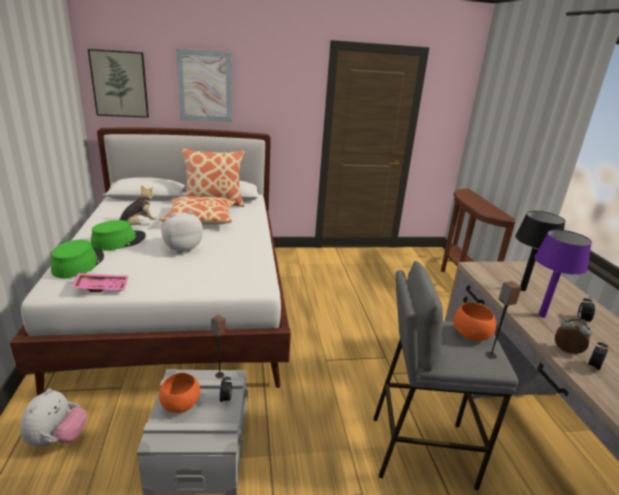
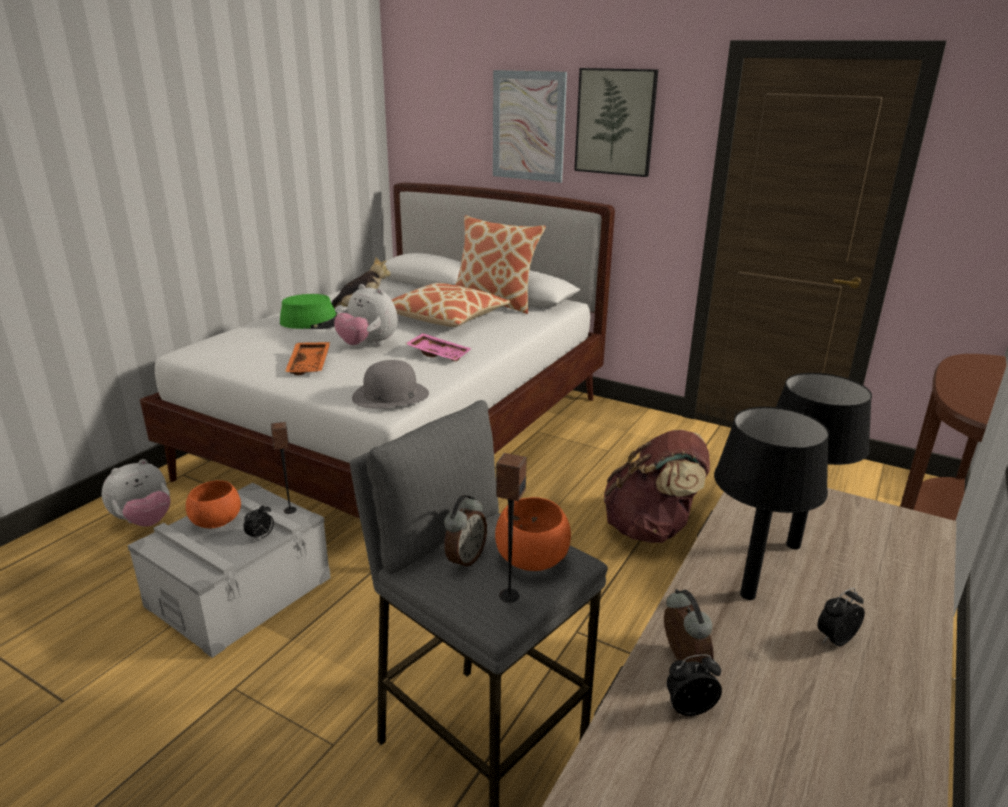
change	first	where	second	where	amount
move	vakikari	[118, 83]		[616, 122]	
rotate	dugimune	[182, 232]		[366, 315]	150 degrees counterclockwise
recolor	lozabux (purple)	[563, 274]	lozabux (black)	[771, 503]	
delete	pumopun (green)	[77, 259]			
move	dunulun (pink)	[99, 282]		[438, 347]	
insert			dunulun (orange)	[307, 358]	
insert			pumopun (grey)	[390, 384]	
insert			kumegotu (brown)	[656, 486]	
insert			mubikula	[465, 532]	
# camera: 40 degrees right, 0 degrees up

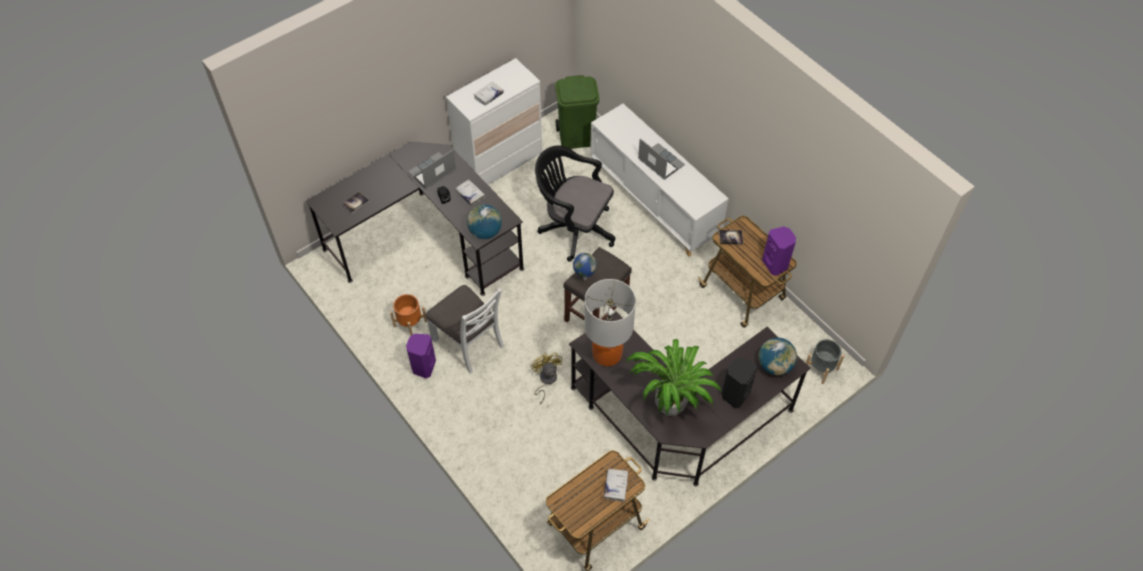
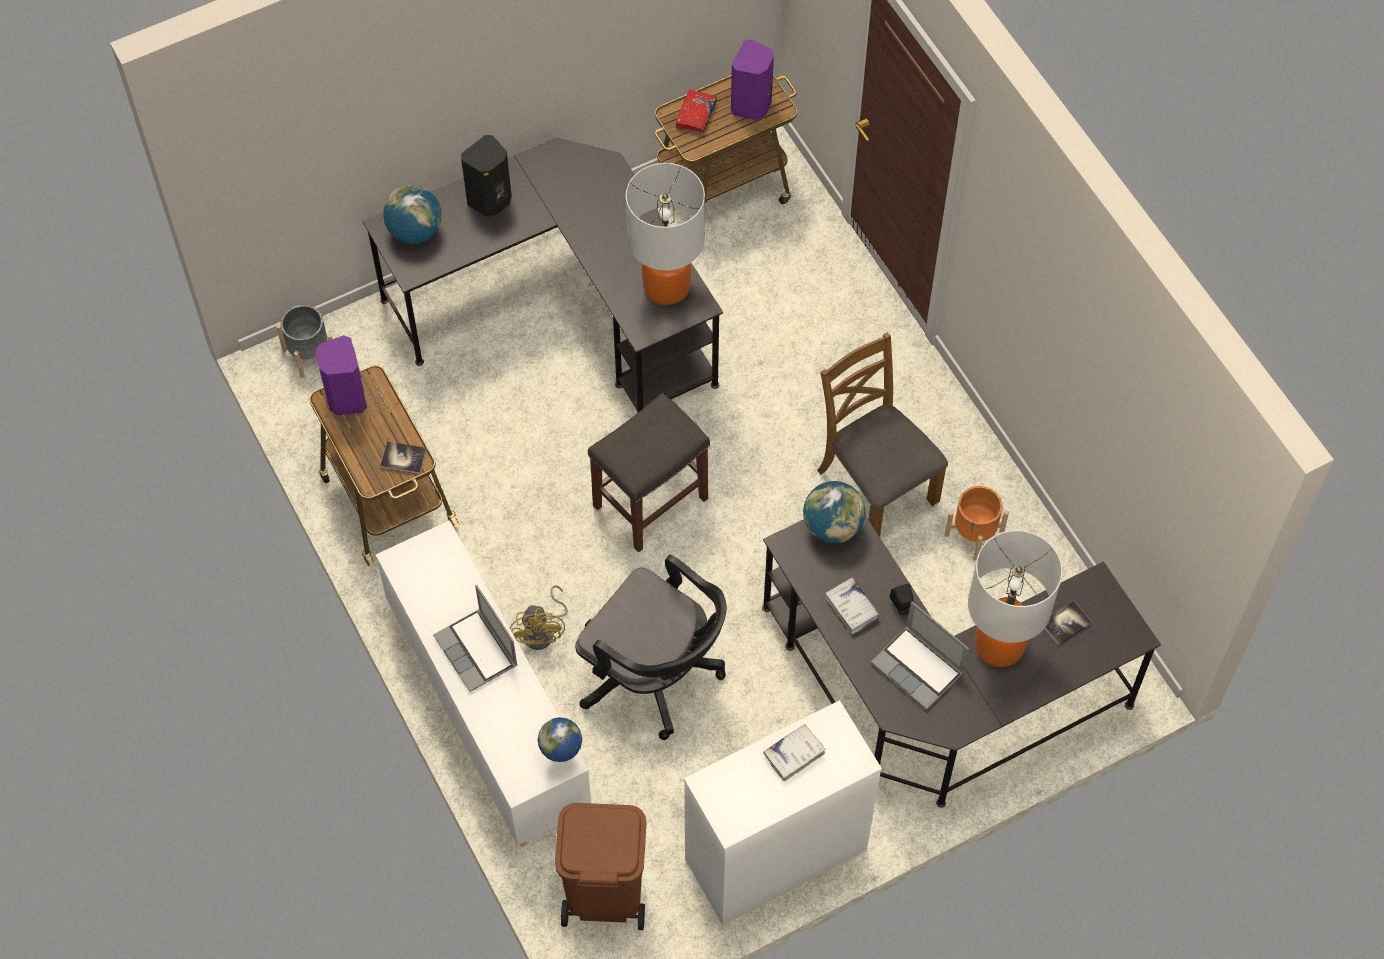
change	first	where	second	where	amount
recolor	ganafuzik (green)	[577, 112]	ganafuzik (brown)	[600, 866]	
rotate	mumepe	[432, 169]		[920, 656]	75 degrees clockwise
move	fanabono	[585, 266]		[560, 739]	
recolor	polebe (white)	[465, 329]	polebe (brown)	[882, 435]	
move	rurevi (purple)	[421, 356]		[752, 79]	
delete	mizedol	[674, 377]			
move	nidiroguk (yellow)	[546, 378]		[539, 617]	
recolor	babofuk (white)	[616, 485]	babofuk (red)	[696, 111]	
insert			lozabux	[1015, 598]	
# camera: 170 degrees left, 5 degrees up

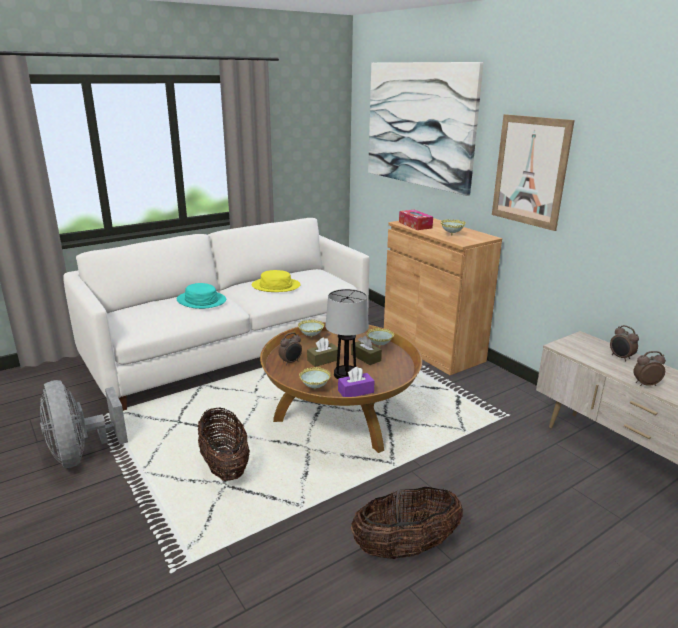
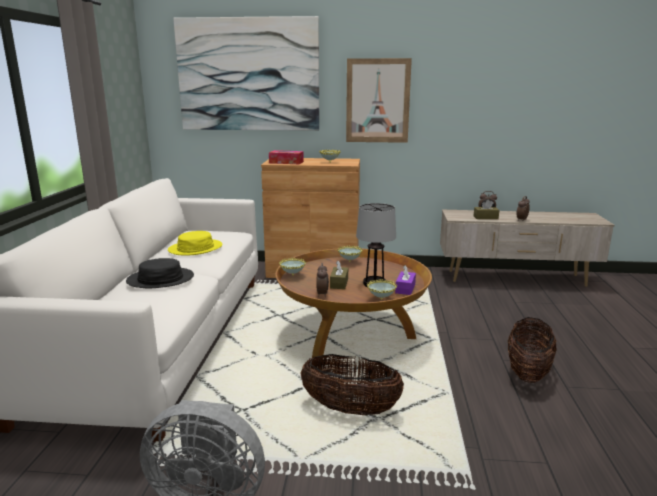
change	first	where	second	where	amount
recolor	pumopun (turquoise)	[201, 296]	pumopun (black)	[160, 273]	
move	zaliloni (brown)	[366, 350]		[486, 209]	
# camera: 50 degrees left, 5 degrees down

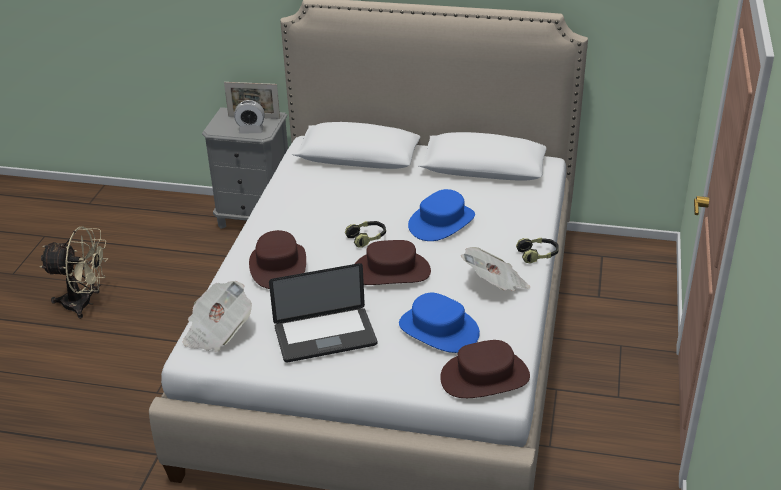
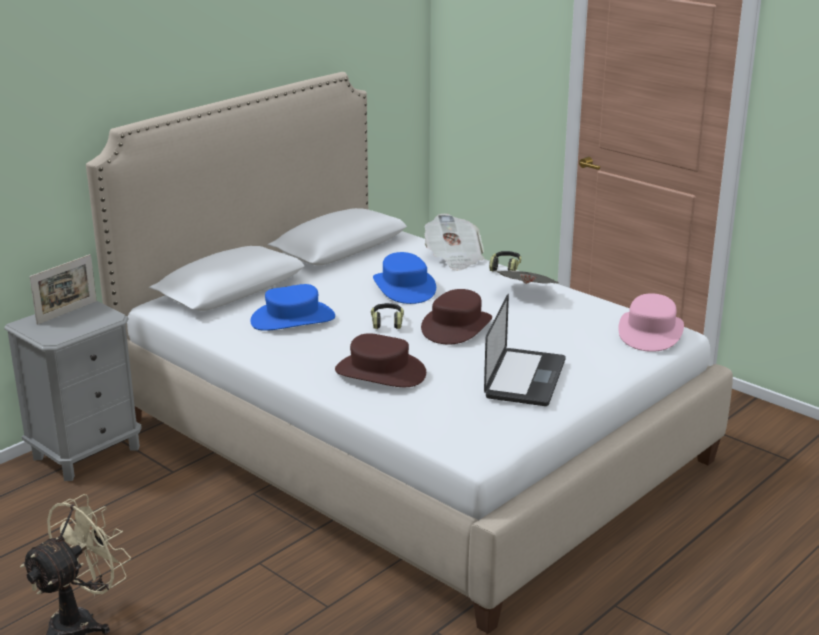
change	first	where	second	where	amount
delete	mubikula	[249, 117]			
move	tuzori	[217, 316]		[454, 242]	
move	pumopun (blue)	[439, 323]		[292, 307]	
recolor	pumopun (brown)	[485, 369]	pumopun (pink)	[651, 322]	
# camera: 60 degrees left, 10 degrees down

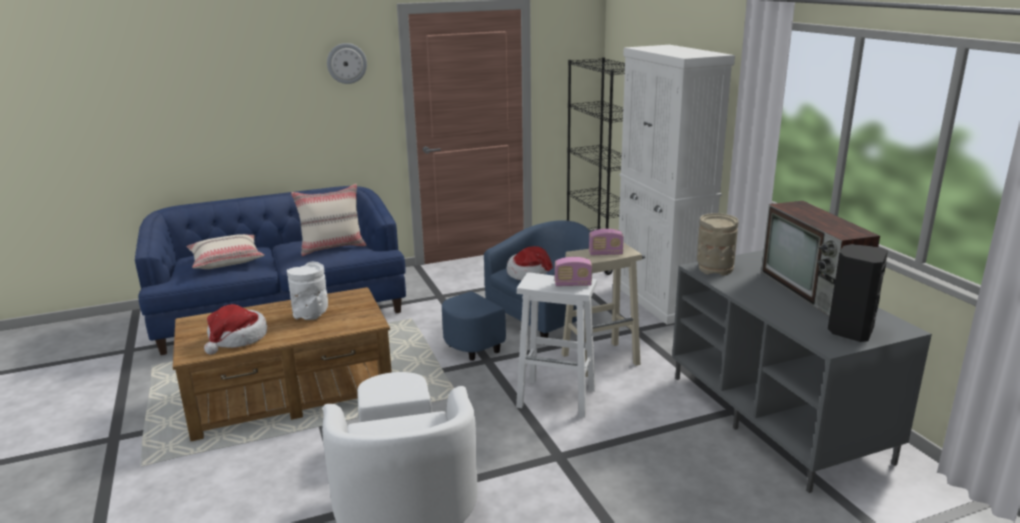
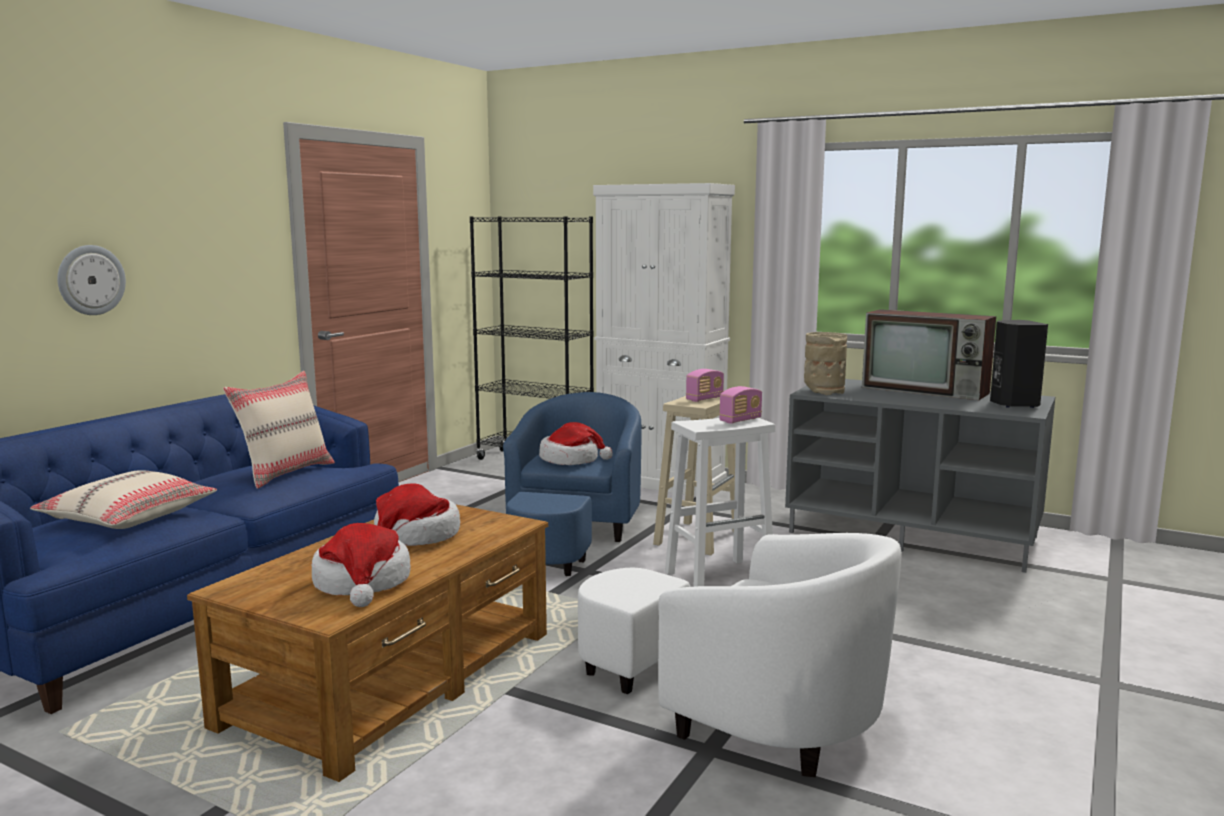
change	first	where	second	where	amount
move	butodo	[347, 63]		[91, 280]	
replace	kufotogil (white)	[307, 291]	pumopun	[417, 514]	
# camera: 40 degrees left, 10 degrees down

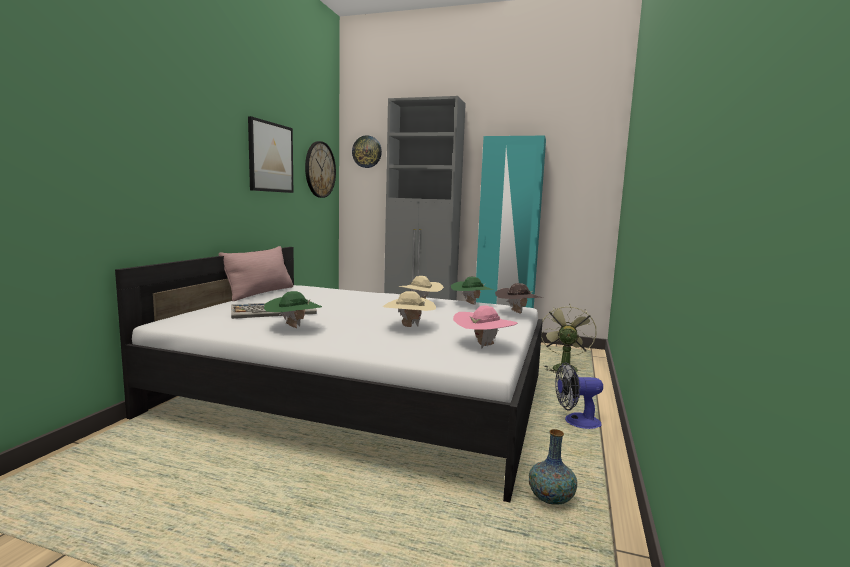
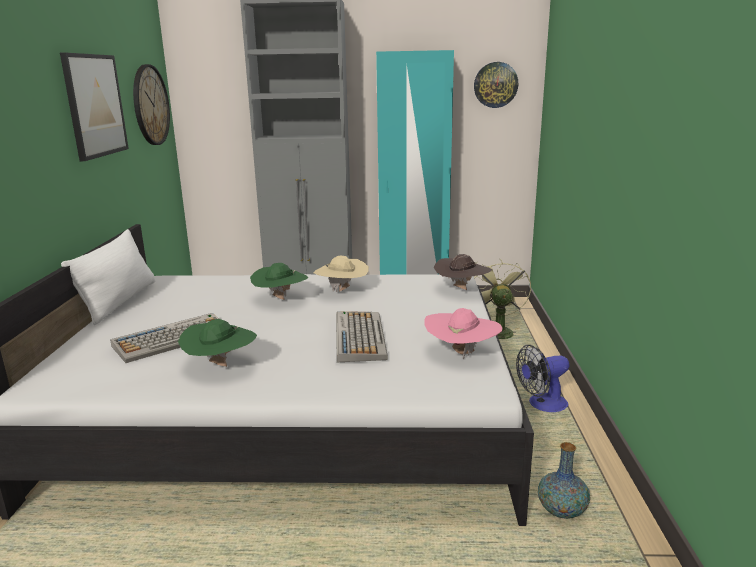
change	first	where	second	where	amount
move	butodo	[367, 151]		[496, 85]	
recolor	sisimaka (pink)	[256, 273]	sisimaka (white)	[108, 277]	
move	pumopun (green)	[472, 291]		[279, 281]	
replace	pumopun (beige)	[409, 309]	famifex	[362, 336]	
# camera: 15 degrees left, 10 degrees up

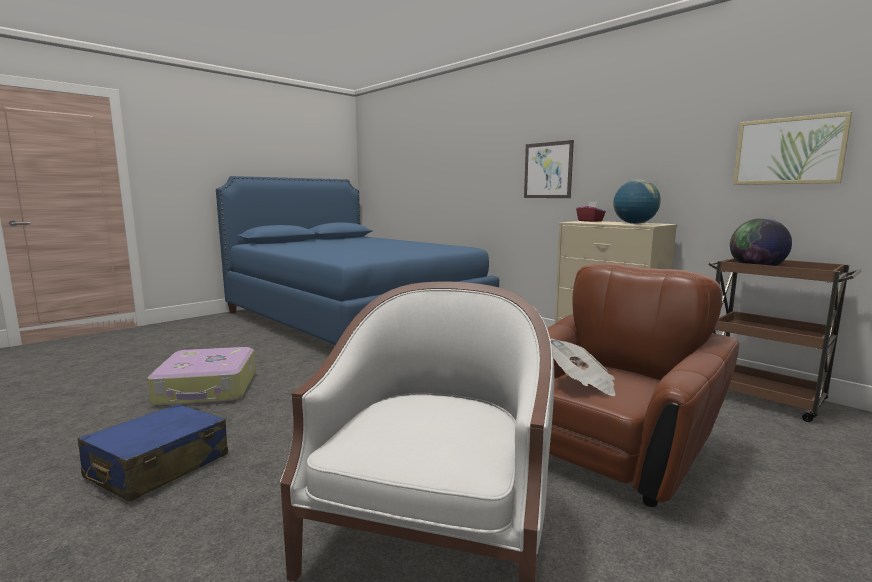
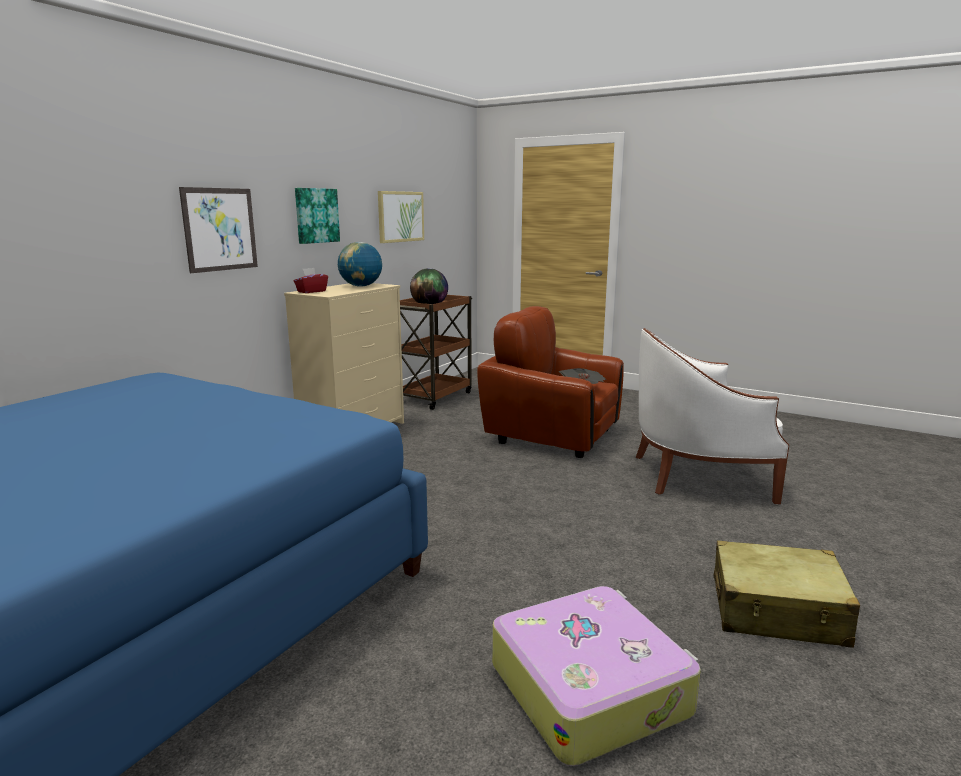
change	first	where	second	where	amount
recolor	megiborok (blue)	[153, 453]	megiborok (beige)	[787, 594]	
insert			vakikari	[317, 216]	
# camera: 105 degrees left, 5 degrees up

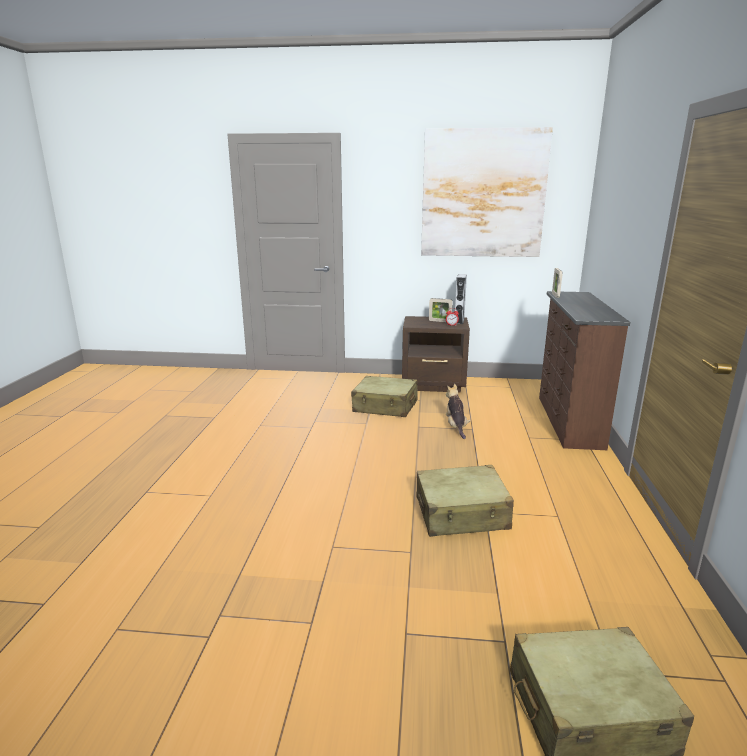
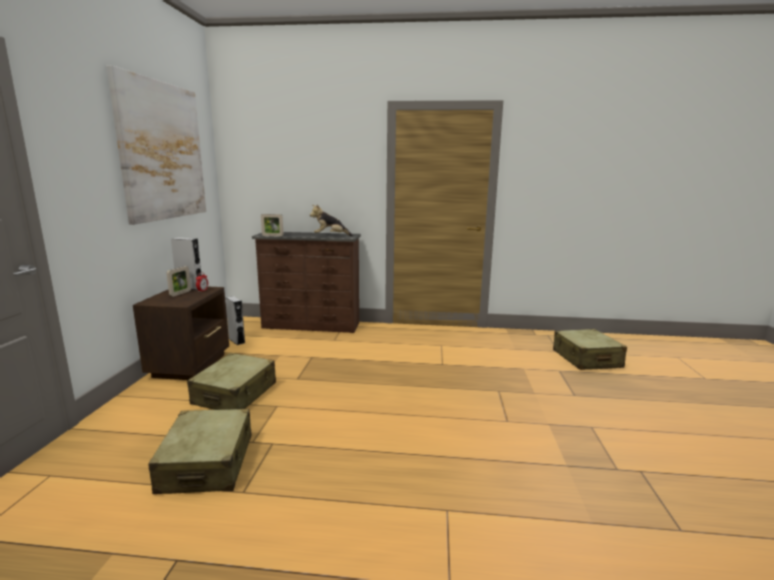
change	first	where	second	where	amount
move	dugimune	[458, 411]		[331, 220]	
move	megiborok (beige)	[465, 501]		[199, 451]	
insert			rurevi (grey)	[235, 320]	
# camera: 90 degrees left, 5 degrees down

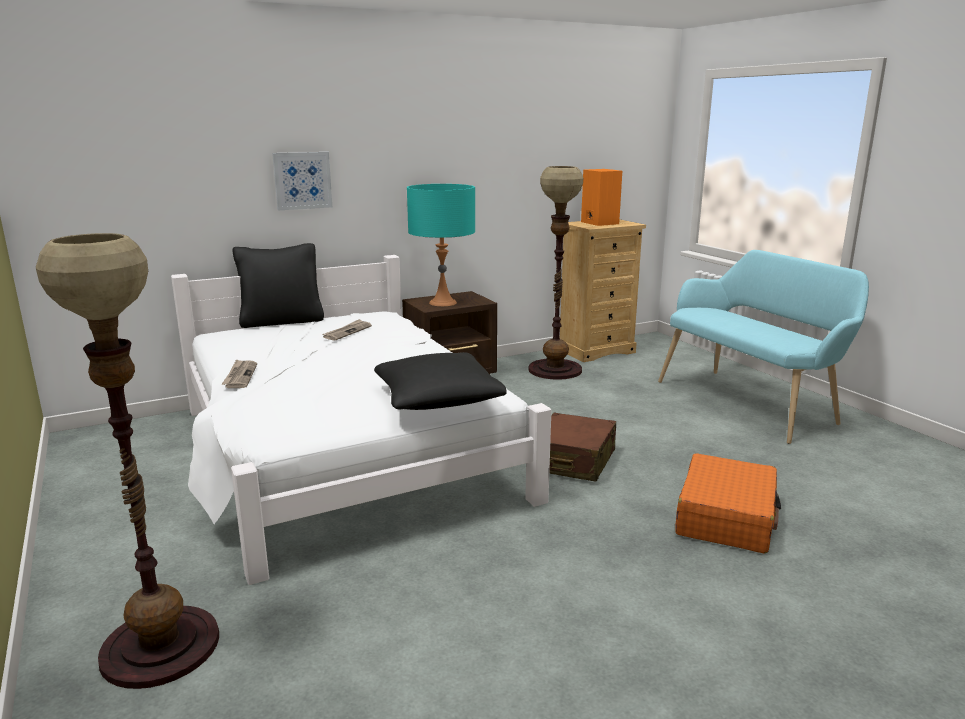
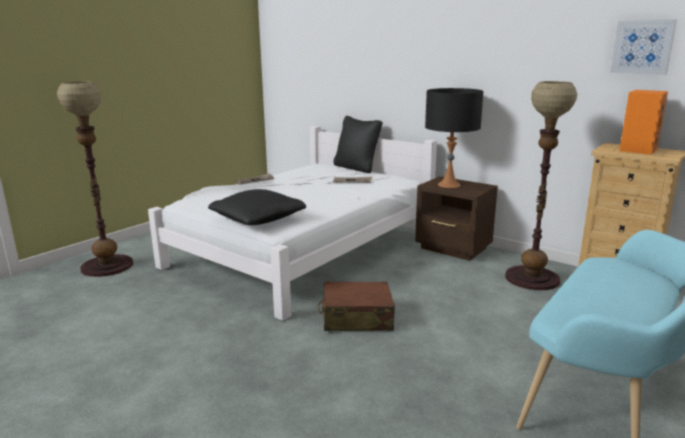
change	first	where	second	where	amount
move	vakikari	[302, 181]		[643, 47]	
recolor	lozabux (turquoise)	[441, 245]	lozabux (black)	[454, 138]	
delete	megiborok (orange)	[728, 503]			
# camera: 65 degrees right, 0 degrees up

